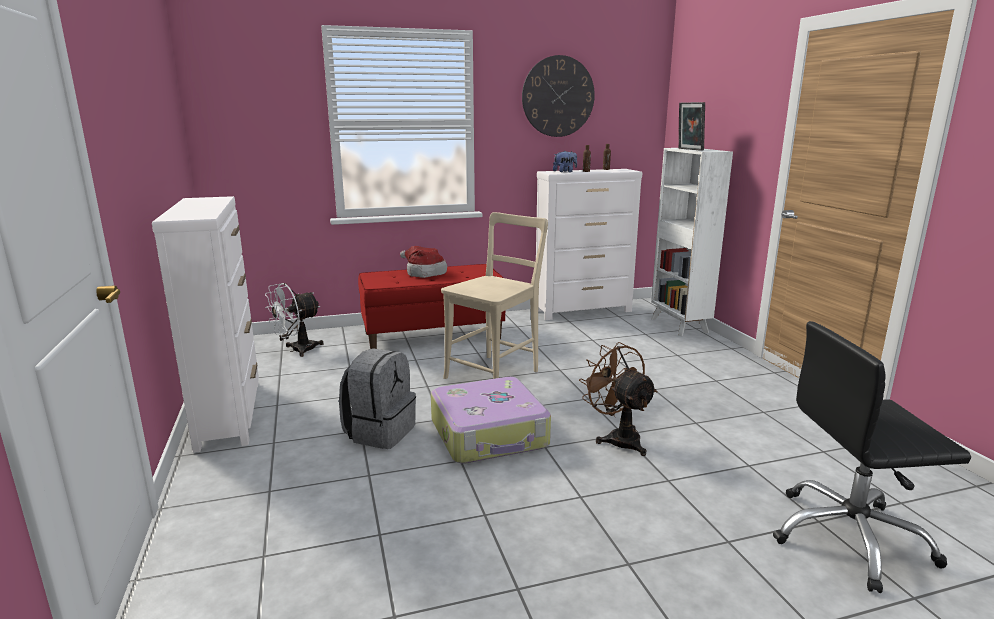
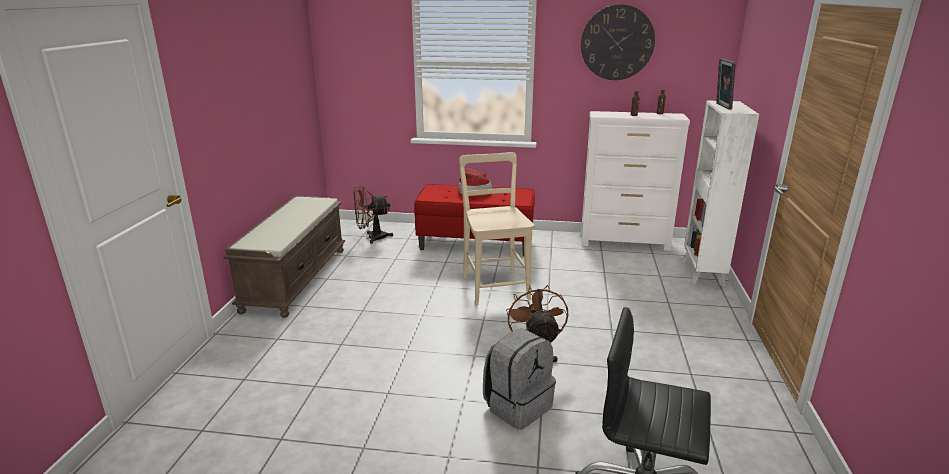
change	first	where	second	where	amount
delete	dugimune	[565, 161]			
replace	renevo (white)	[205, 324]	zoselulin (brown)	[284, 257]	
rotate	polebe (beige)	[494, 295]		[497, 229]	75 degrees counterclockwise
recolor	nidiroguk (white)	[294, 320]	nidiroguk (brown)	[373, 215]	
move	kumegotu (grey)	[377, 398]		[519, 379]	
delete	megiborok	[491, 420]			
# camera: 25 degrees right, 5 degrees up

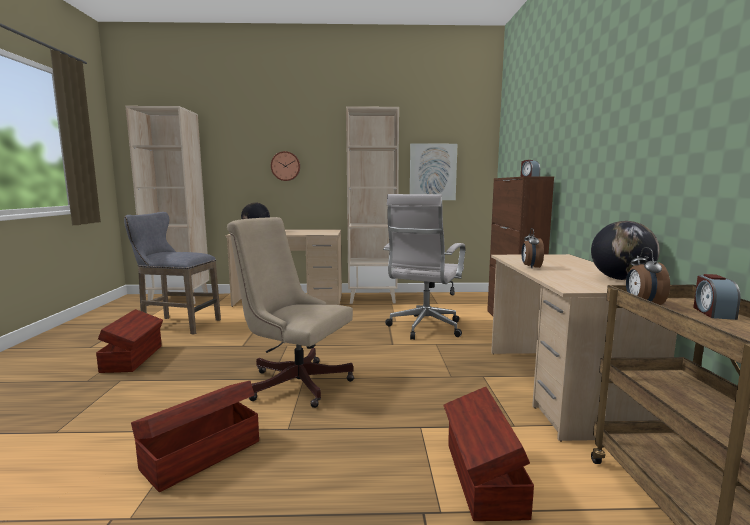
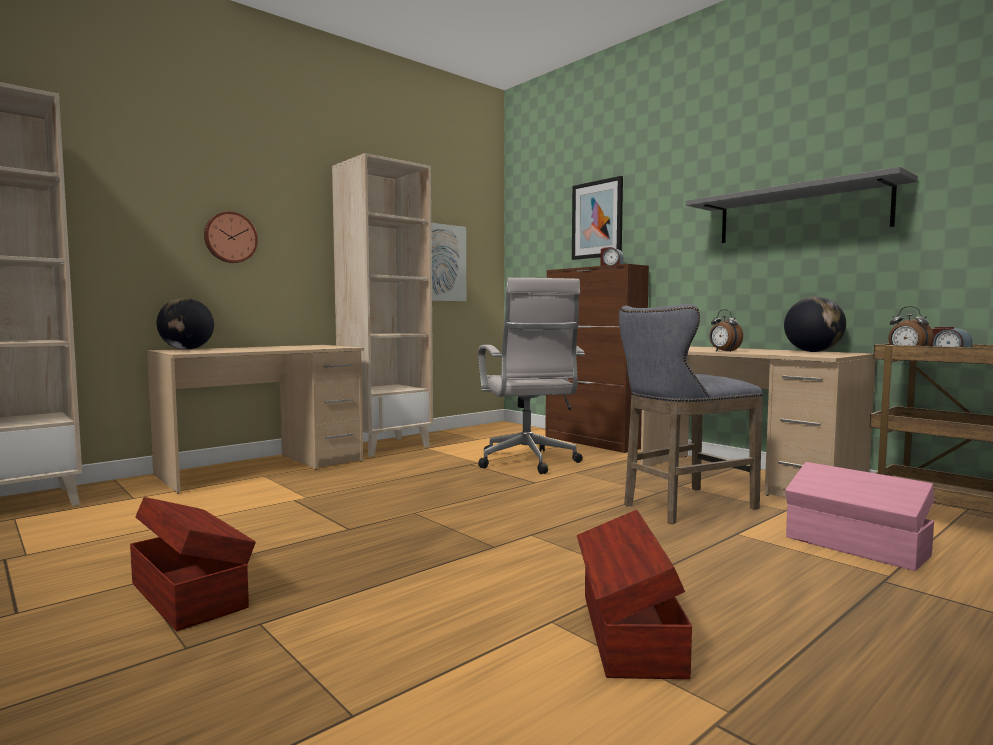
change	first	where	second	where	amount
move	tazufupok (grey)	[172, 273]		[691, 414]	
delete	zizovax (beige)	[290, 312]			
recolor	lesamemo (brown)	[488, 454]	lesamemo (pink)	[860, 516]	
insert			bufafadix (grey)	[802, 205]	
insert			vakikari	[597, 218]	
# camera: 40 degrees left, 5 degrees down

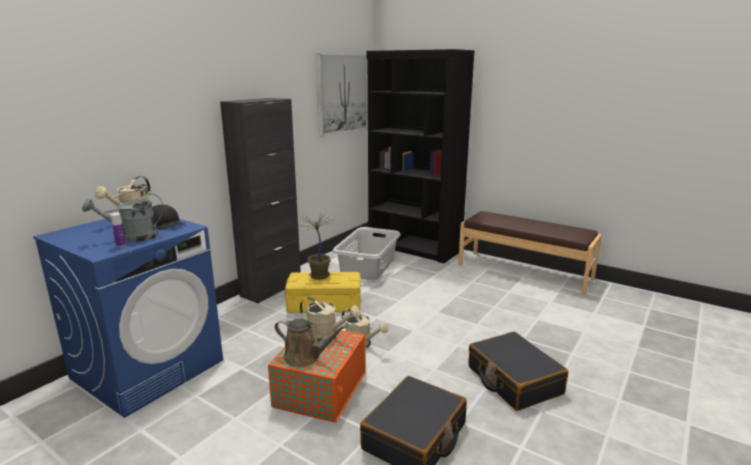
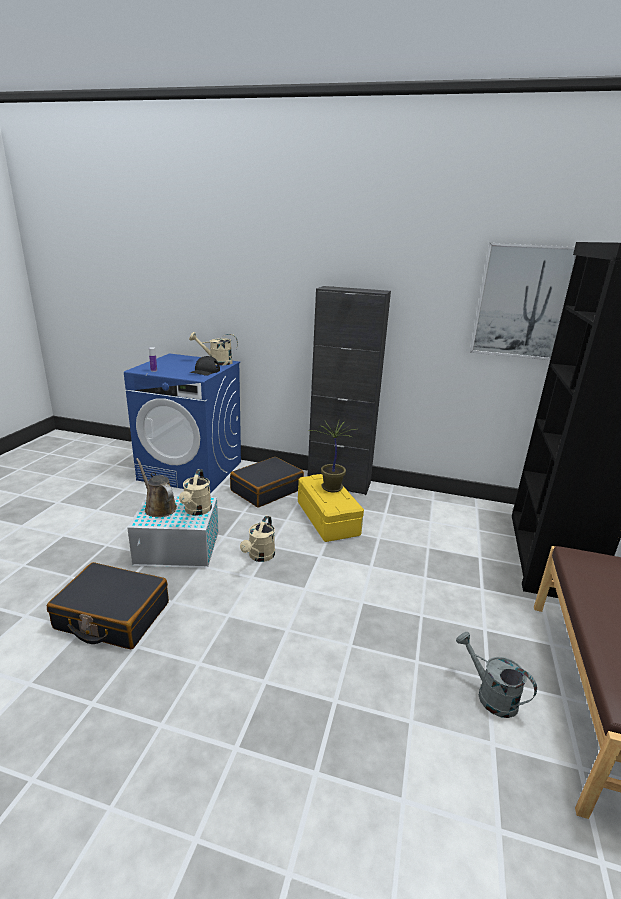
change	first	where	second	where	amount
move	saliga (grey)	[122, 217]		[496, 675]	
delete	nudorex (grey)	[367, 253]			
rotate	saliga (brown)	[310, 343]		[156, 487]	135 degrees clockwise
recolor	lesamemo (orange)	[316, 376]	lesamemo (white)	[172, 532]	
move	megiborok (black)	[518, 371]		[267, 482]	
# camera: 70 degrees right, 5 degrees up

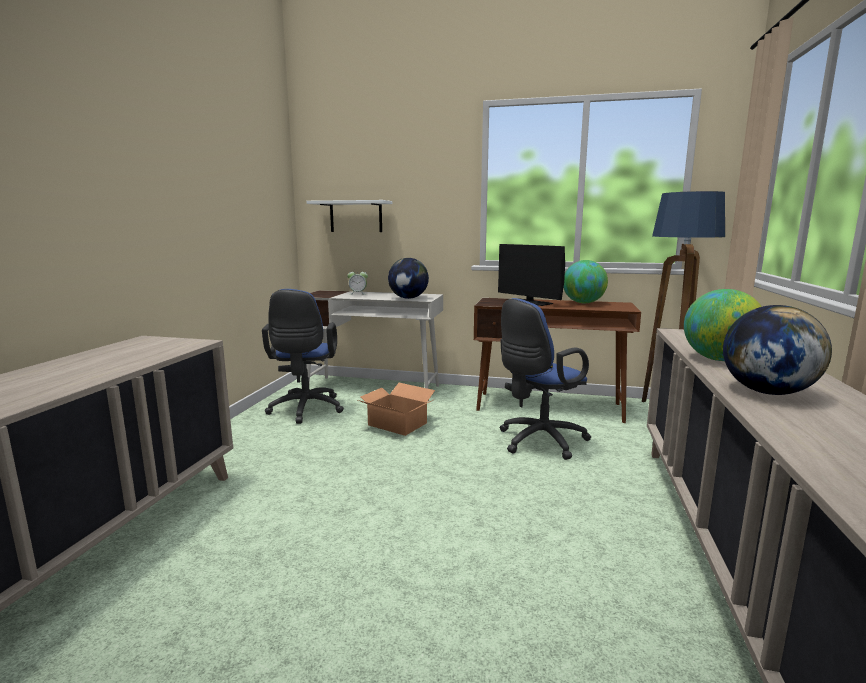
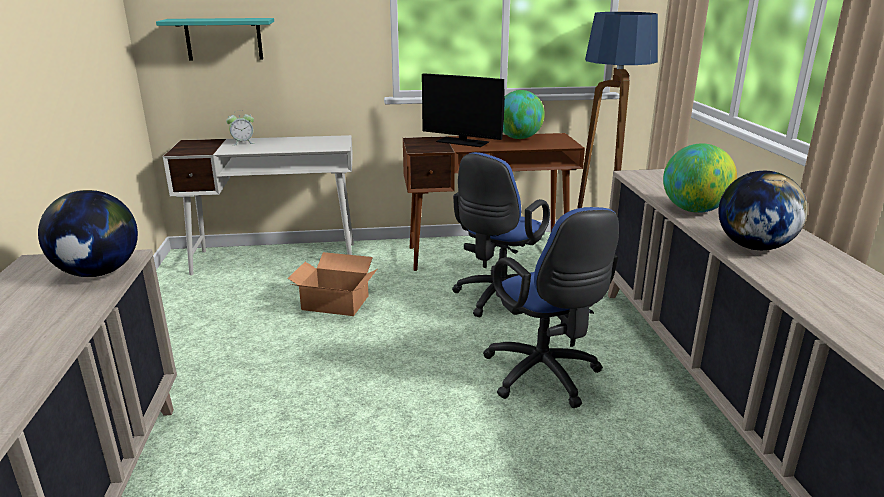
change	first	where	second	where	amount
recolor	bufafadix (white)	[349, 216]	bufafadix (turquoise)	[215, 39]	
move	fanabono	[408, 278]		[88, 233]	
move	zizovax (blue)	[303, 356]		[551, 307]	
# camera: 20 degrees left, 10 degrees up

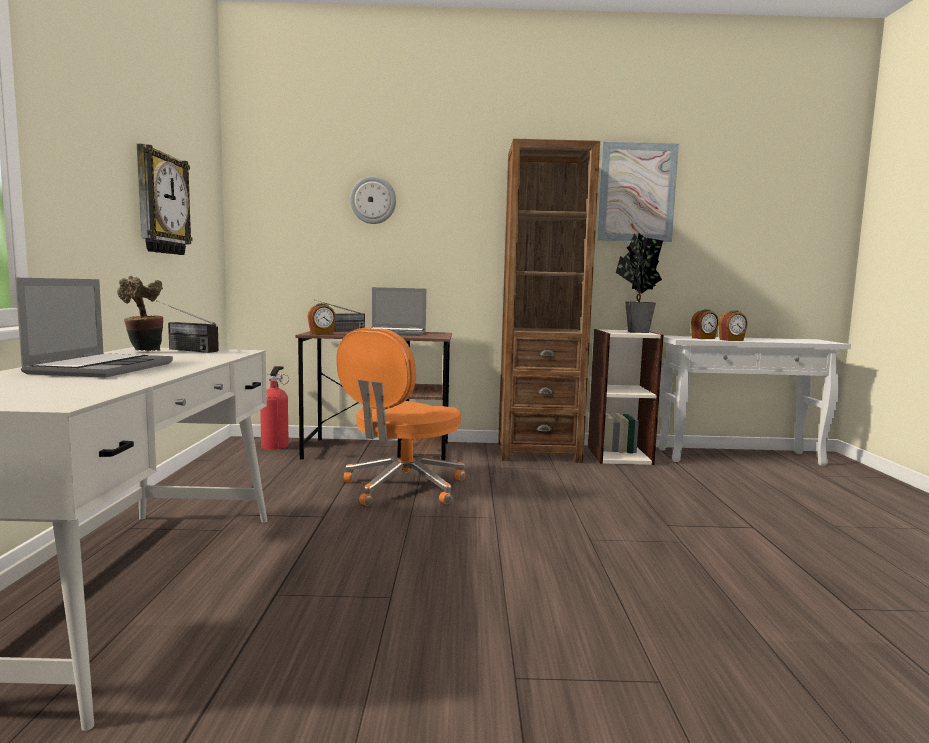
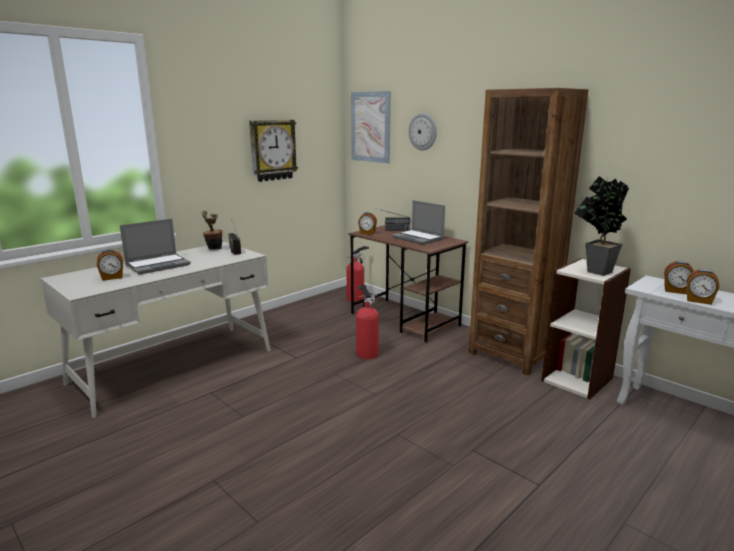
change	first	where	second	where	amount
move	vakikari	[638, 192]		[371, 127]	
replace	zizovax (orange)	[401, 417]	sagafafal	[367, 322]	
insert			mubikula	[110, 265]	
# camera: 45 degrees right, 10 degrees up

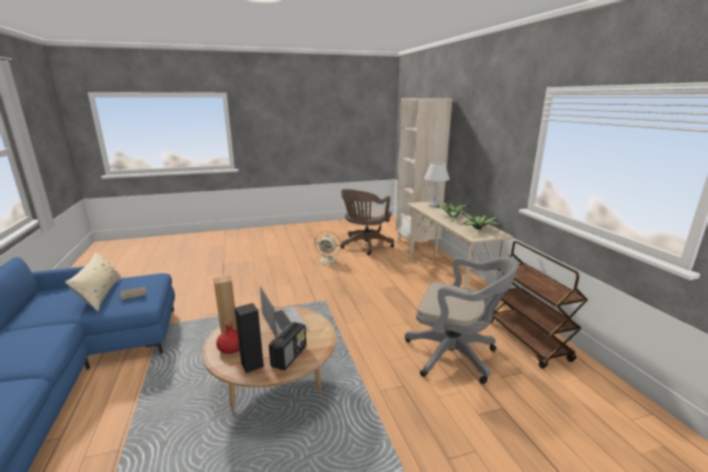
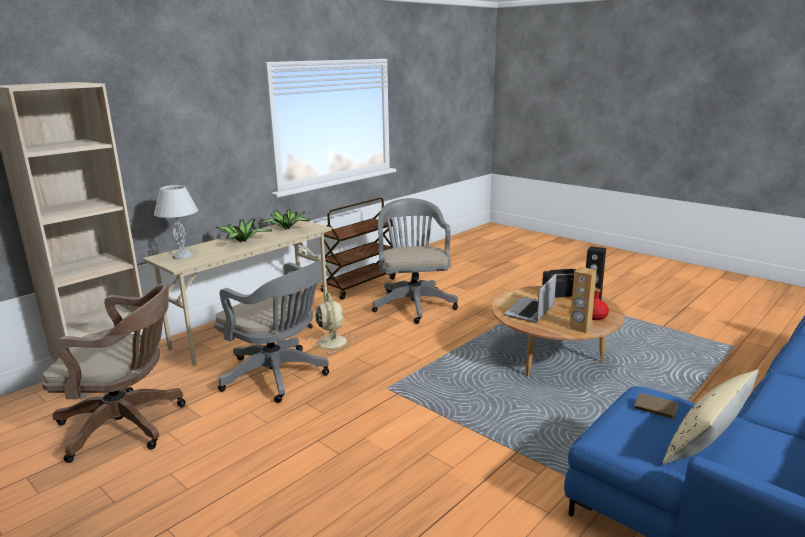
change	first	where	second	where	amount
move	nidiroguk (beige)	[328, 248]		[331, 323]	
insert			zizovax (grey)	[271, 332]	
# camera: 120 degrees left, 0 degrees up

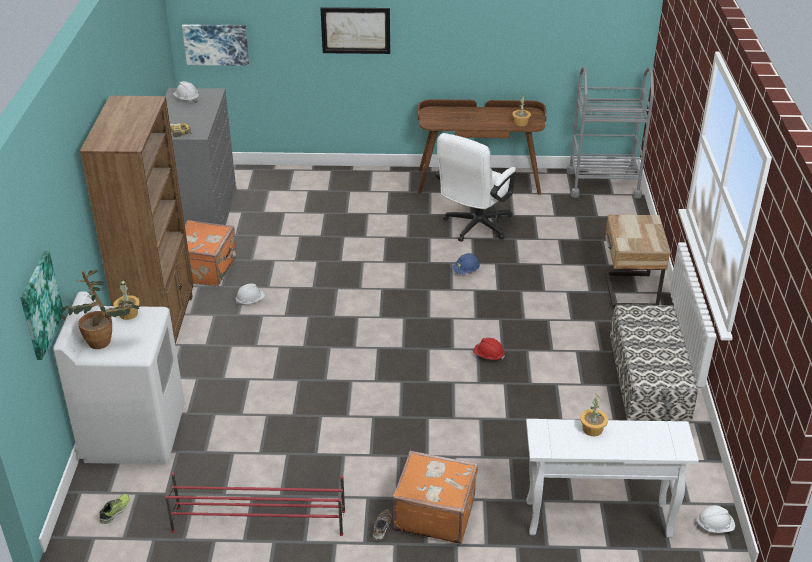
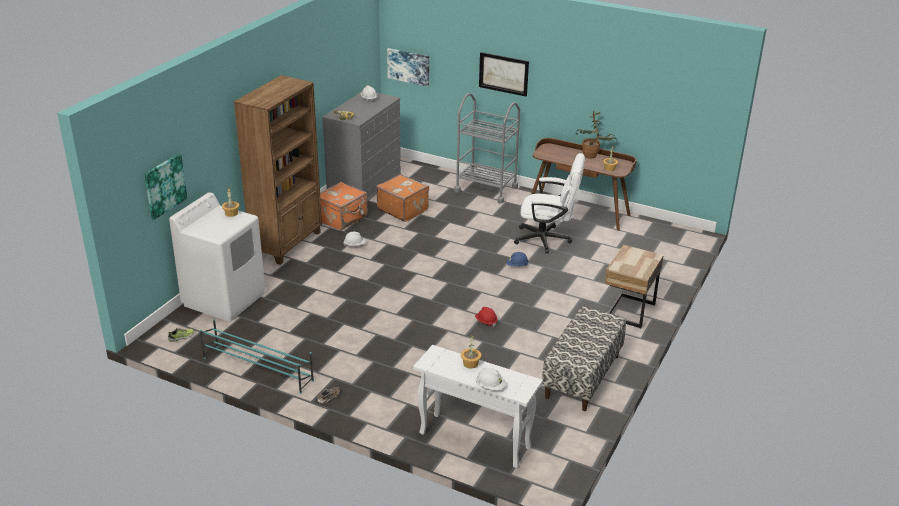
change	first	where	second	where	amount
move	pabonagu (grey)	[610, 132]		[487, 148]	
rotate	zizovax (white)	[475, 187]		[549, 203]	135 degrees counterclockwise
move	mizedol	[100, 309]		[596, 135]	
move	megiborok (orange)	[435, 497]		[402, 198]	
recolor	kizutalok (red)	[255, 504]	kizutalok (turquoise)	[257, 356]	
move	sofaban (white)	[715, 519]		[491, 378]	
# camera: 25 degrees right, 5 degrees down

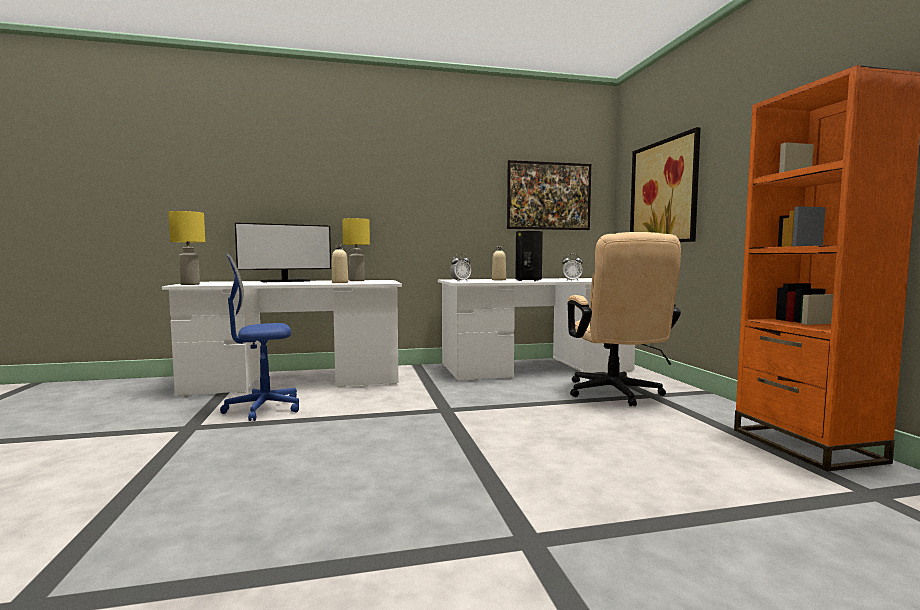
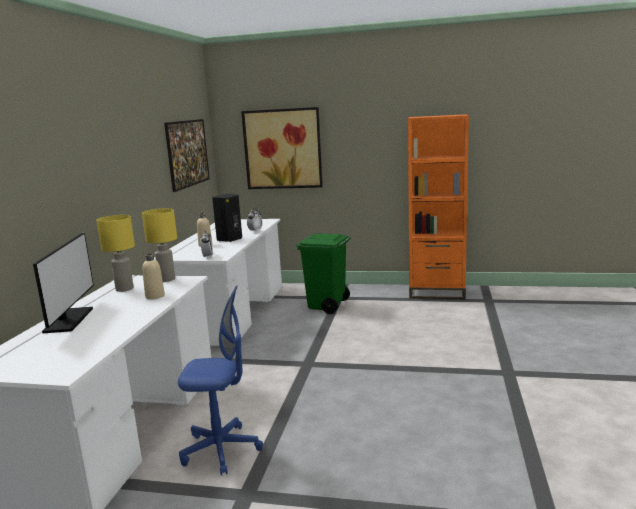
change	first	where	second	where	amount
move	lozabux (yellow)	[186, 248]		[159, 245]	
replace	zizovax (beige)	[624, 319]	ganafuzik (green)	[324, 273]	
rotate	zizovax (blue)	[259, 337]		[220, 380]	90 degrees counterclockwise
# camera: 65 degrees left, 10 degrees up

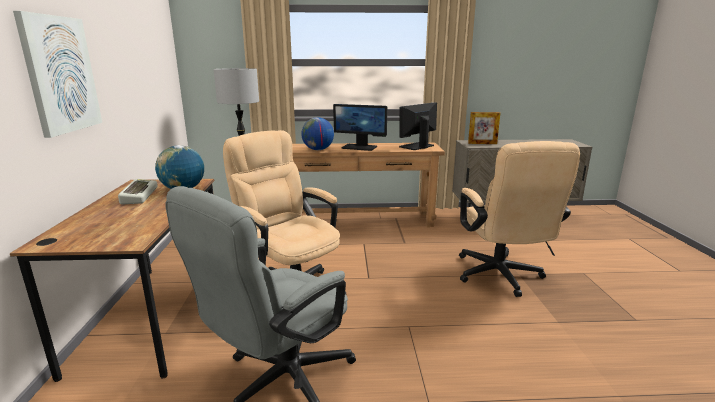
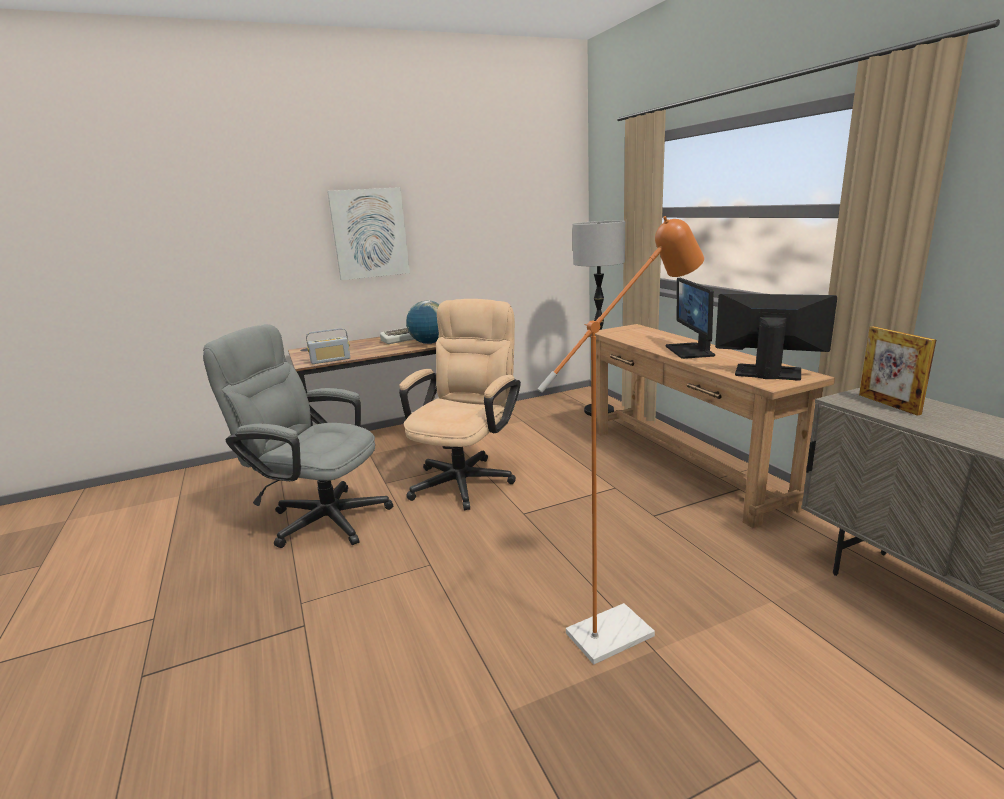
change	first	where	second	where	amount
delete	fanabono	[317, 133]			
replace	zizovax (beige)	[519, 219]	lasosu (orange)	[620, 440]	
insert			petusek	[328, 346]	
# camera: 70 degrees right, 0 degrees up

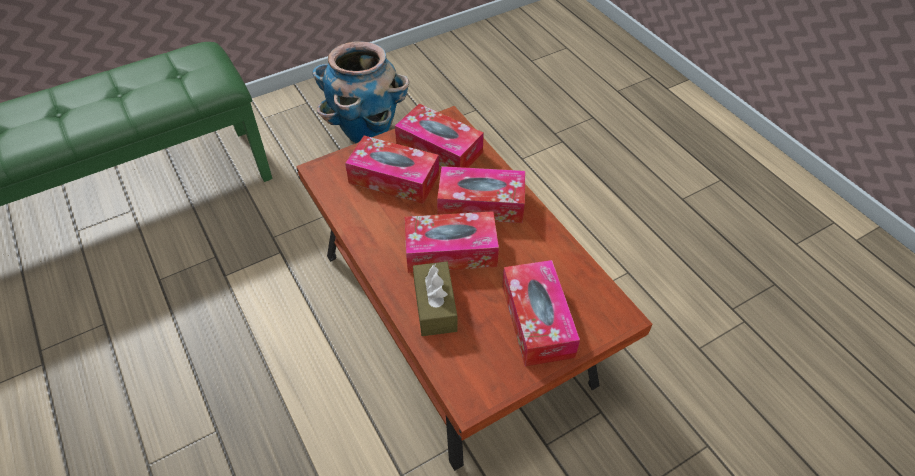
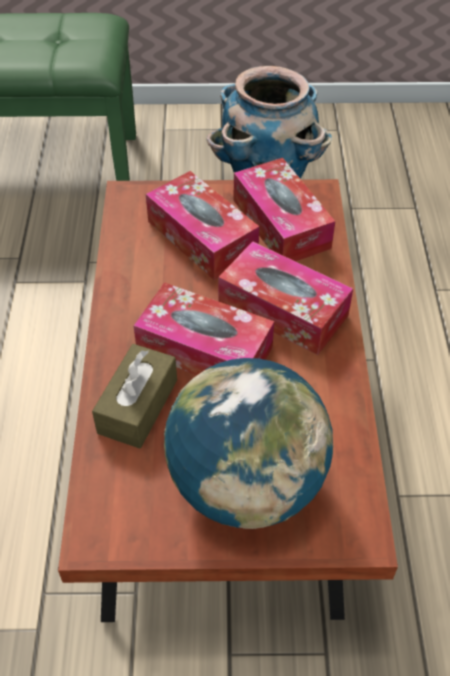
change	first	where	second	where	amount
replace	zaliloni	[541, 313]	fanabono	[248, 443]	
# camera: 30 degrees right, 0 degrees up

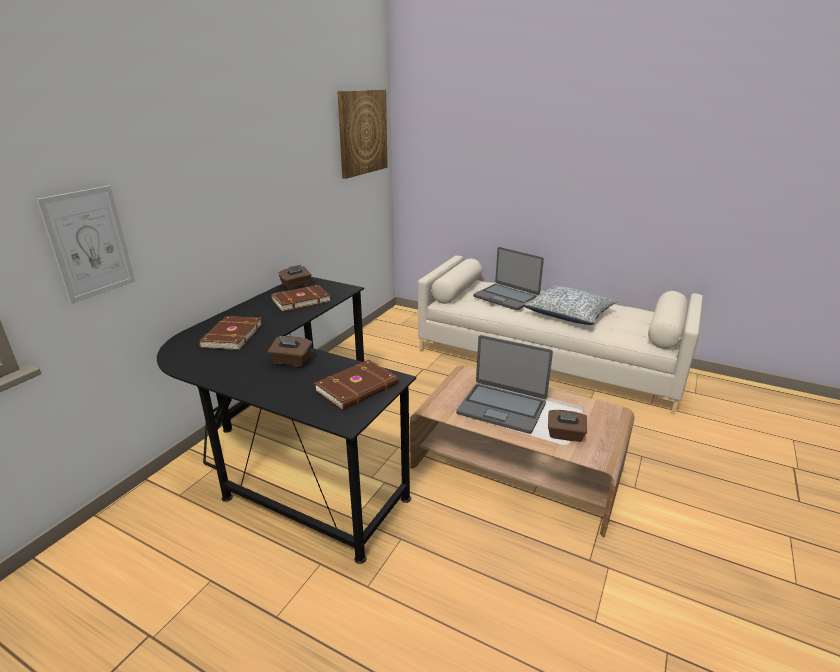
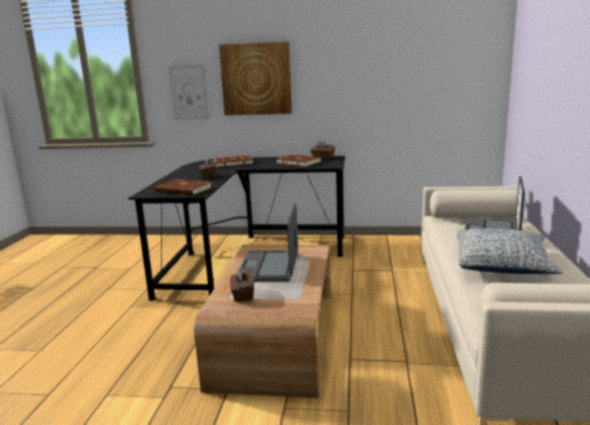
change	first	where	second	where	amount
move	vakikari	[362, 134]		[255, 78]	
# camera: 70 degrees right, 10 degrees down

